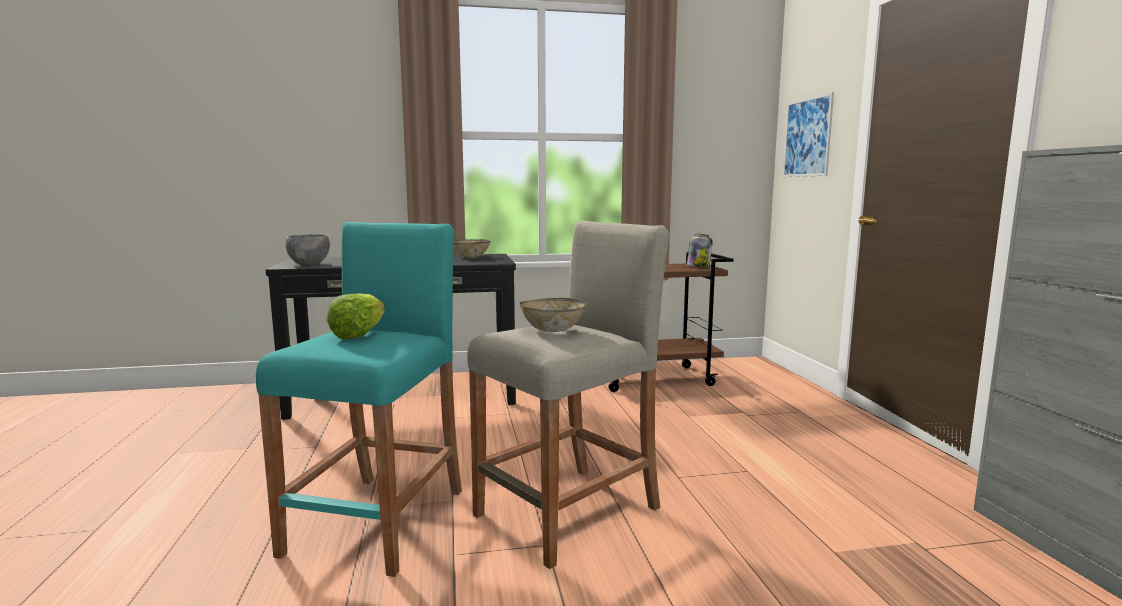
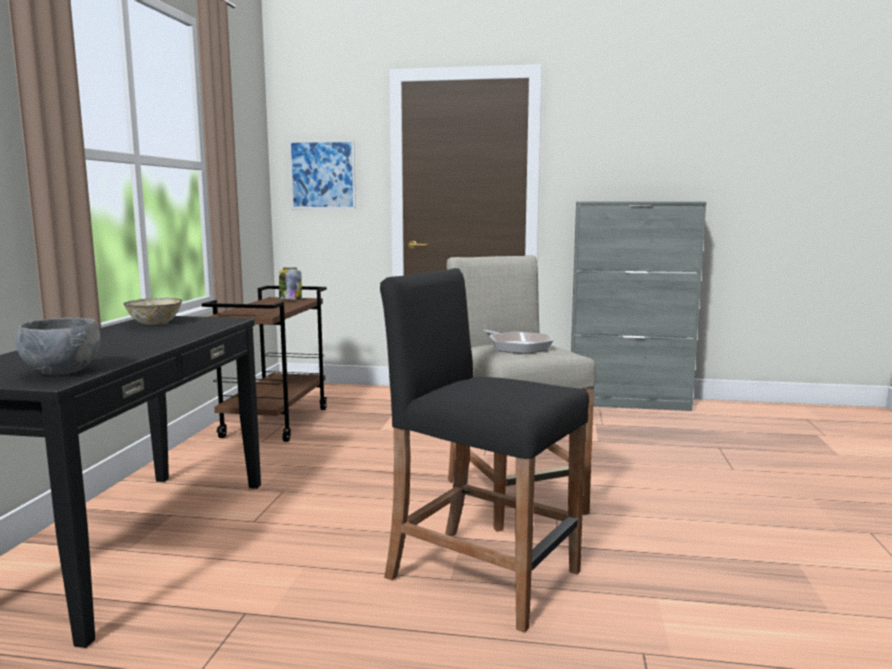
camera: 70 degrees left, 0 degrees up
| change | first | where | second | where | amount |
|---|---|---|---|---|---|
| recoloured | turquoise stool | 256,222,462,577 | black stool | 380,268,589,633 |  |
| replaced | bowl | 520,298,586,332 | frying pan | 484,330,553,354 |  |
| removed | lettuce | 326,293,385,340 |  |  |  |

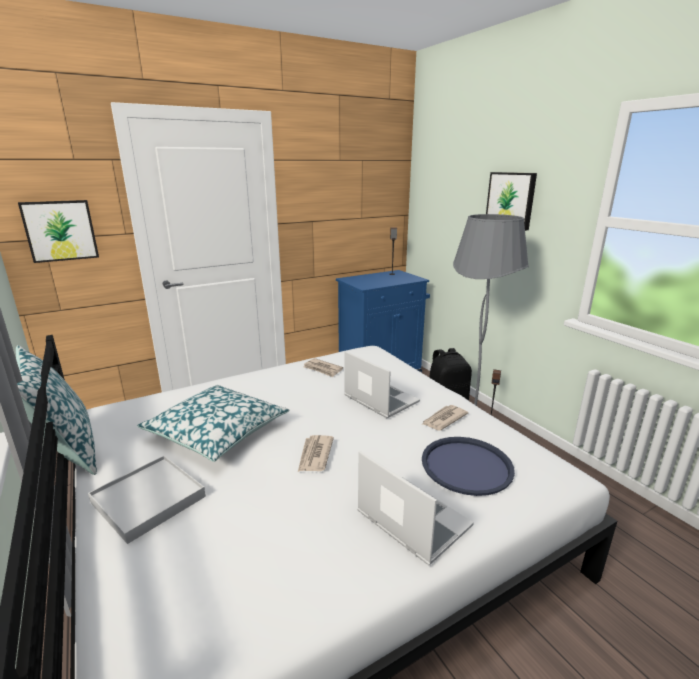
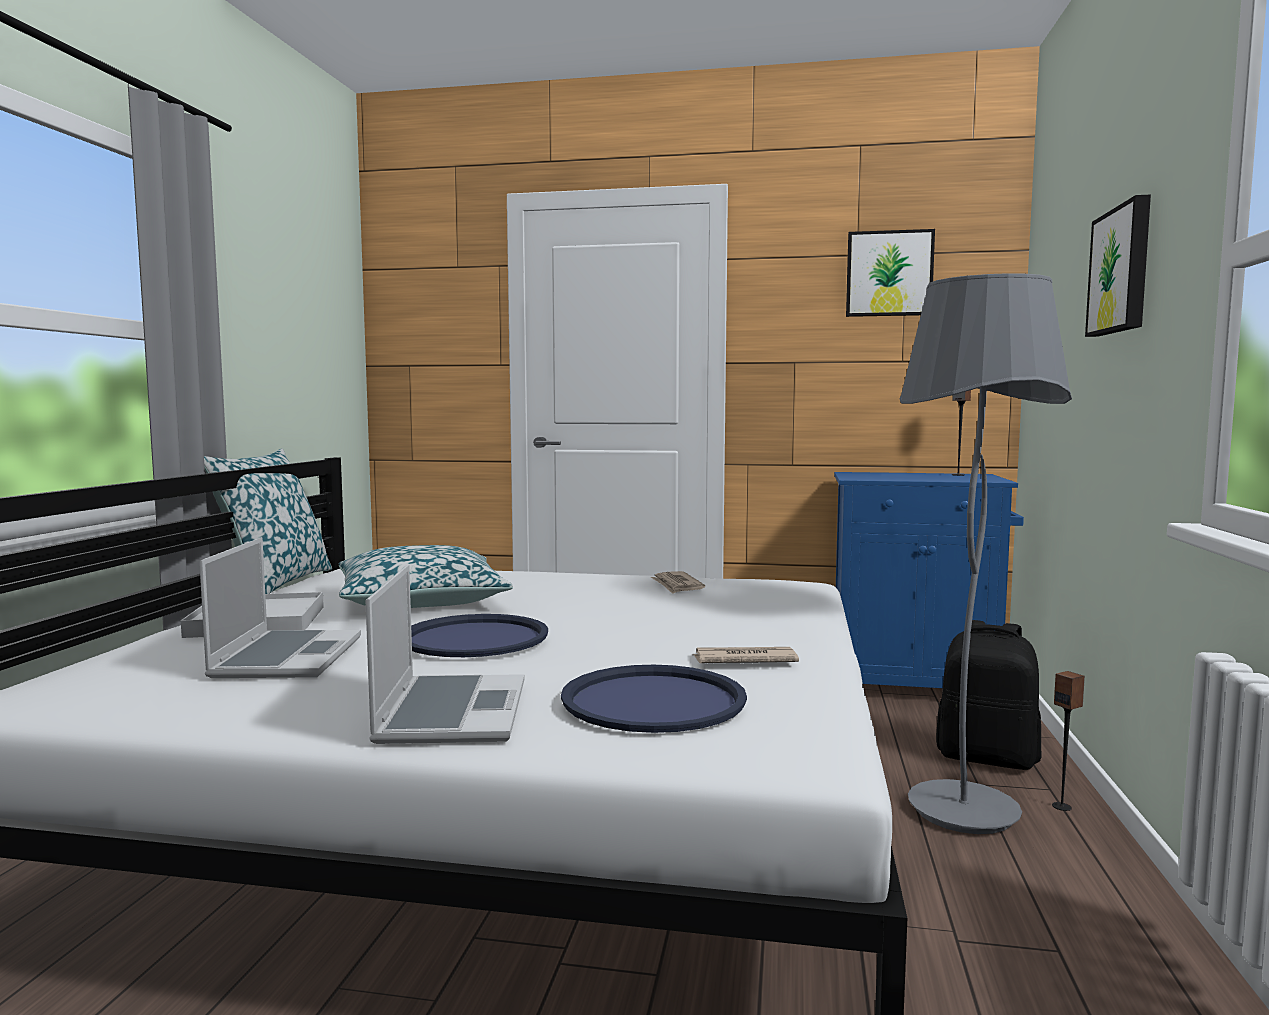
camera: 40 degrees right, 15 degrees down
| change | first | where | second | where | amount |
|---|---|---|---|---|---|
| moved | laptop | 344,351,420,418 |  | 199,537,361,678 |  |
| replaced | newspaper | 298,435,334,472 | blue tray | 411,614,548,657 |  |
| moved | picture | 18,200,99,263 |  | 846,229,935,317 |  |

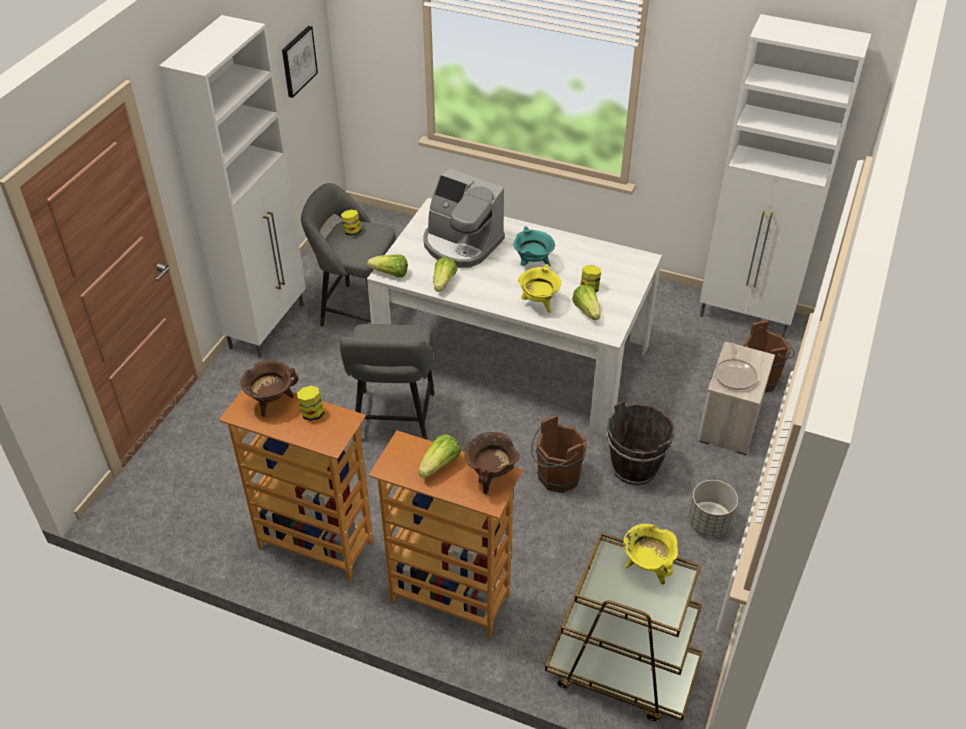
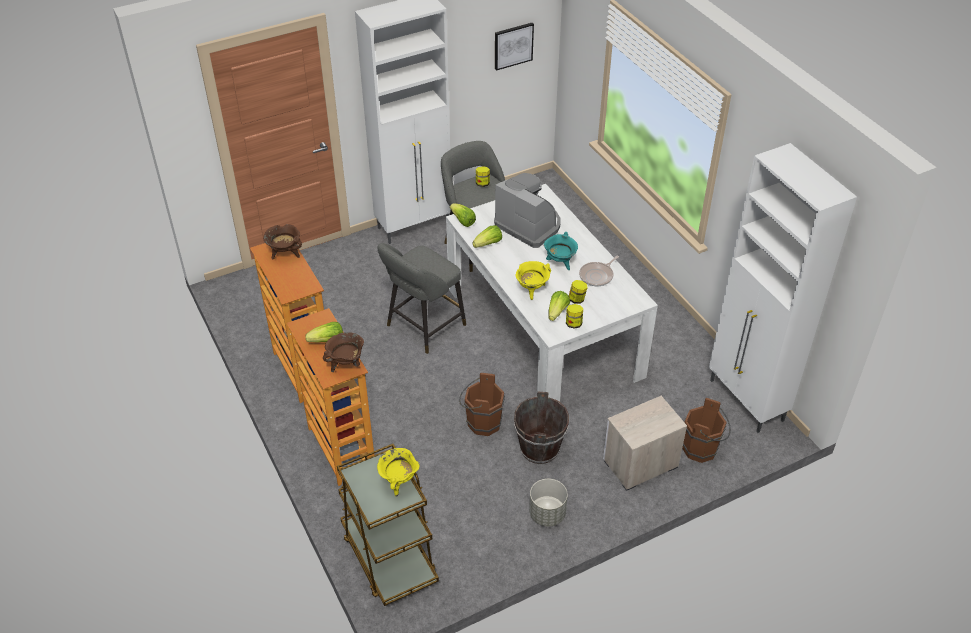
camera: 40 degrees right, 0 degrees up
| change | first | where | second | where | amount |
|---|---|---|---|---|---|
| turned | coffee machine | 423,168,505,268 |  | 494,173,560,248 | 150 degrees clockwise |
| moved | jar | 297,386,324,421 |  | 566,304,583,329 |  |
| moved | frying pan | 715,343,758,390 |  | 579,255,619,286 |  |

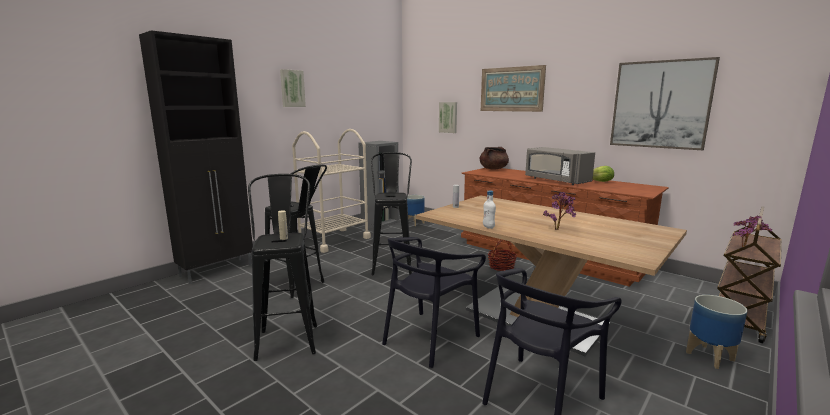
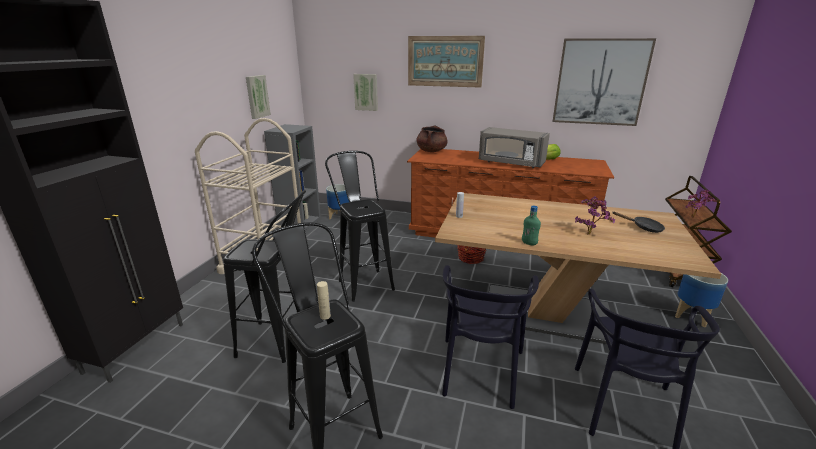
camera: 25 degrees left, 10 degrees up
| change | first | where | second | where | amount |
|---|---|---|---|---|---|
| moved | picture | 280,69,306,107 |  | 246,75,271,119 |  |
| recoloured | white bottle | 483,190,496,229 | green bottle | 522,206,541,246 |  |
| added |  |  | black frying pan | 613,212,665,233 |  |

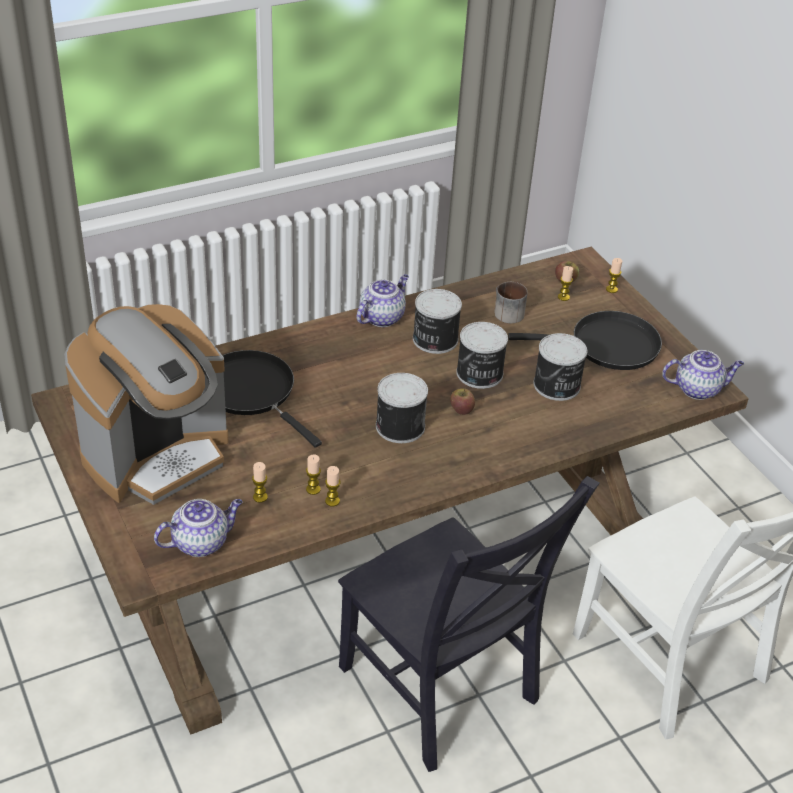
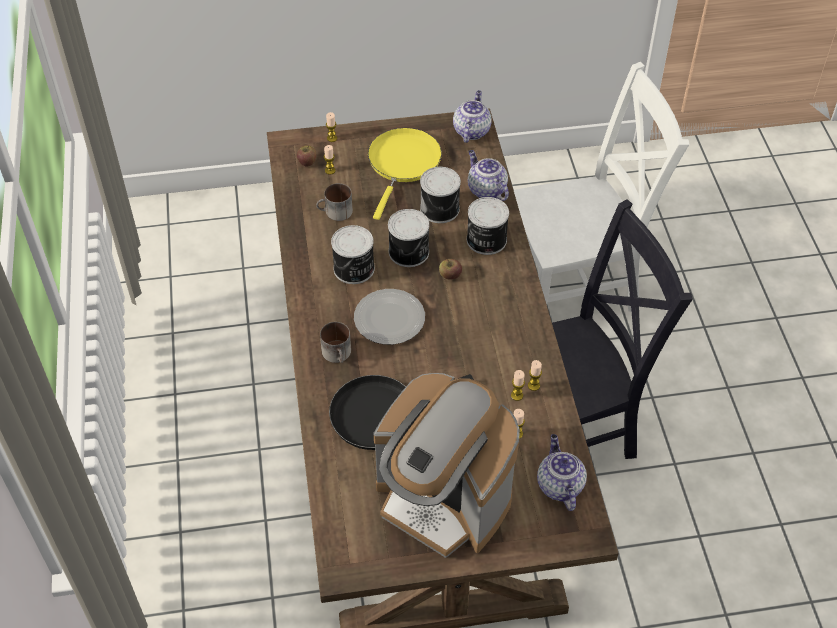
camera: 70 degrees left, 10 degrees up
| change | first | where | second | where | amount |
|---|---|---|---|---|---|
| added |  |  | mug | 320,322,351,363 |  |
| added |  |  | plate | 354,289,425,345 |  |
| recoloured | black frying pan | 508,311,662,370 | yellow frying pan | 368,128,442,220 |  |
| turned | coffee machine | 64,304,229,505 |  | 374,373,520,558 | 150 degrees clockwise |
| moved | can | 376,373,428,443 |  | 467,197,509,255 |  |
| moved | teapot | 357,274,409,327 |  | 468,150,509,201 |  |

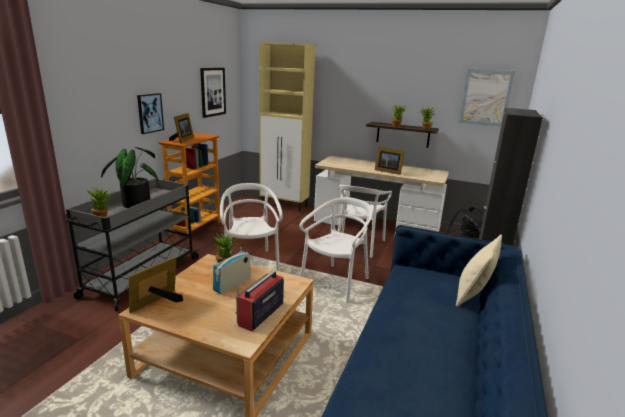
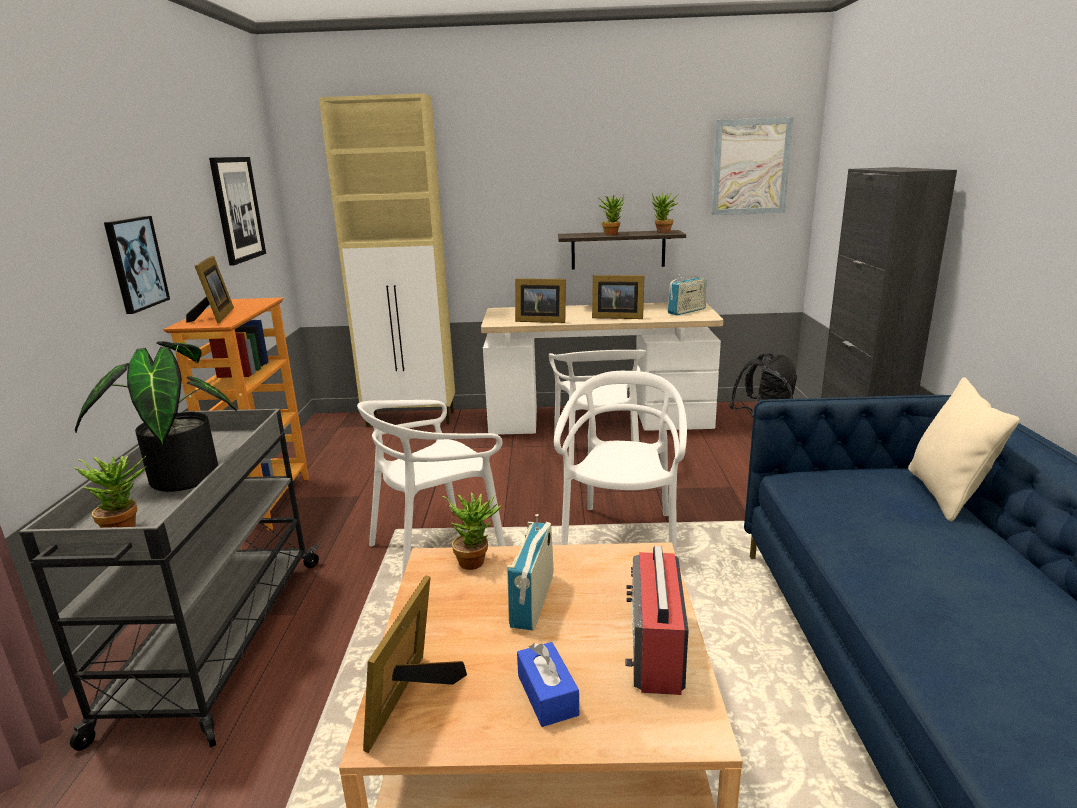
camera: 20 degrees left, 0 degrees up
| change | first | where | second | where | amount |
|---|---|---|---|---|---|
| turned | white chair | 220,183,283,271 |  | 357,400,505,578 | 90 degrees counterclockwise |
| added |  |  | picture frame | 515,278,566,323 |  |
| added |  |  | blue tissue box | 517,642,579,727 |  |
| added |  |  | radio | 668,275,706,315 |  |

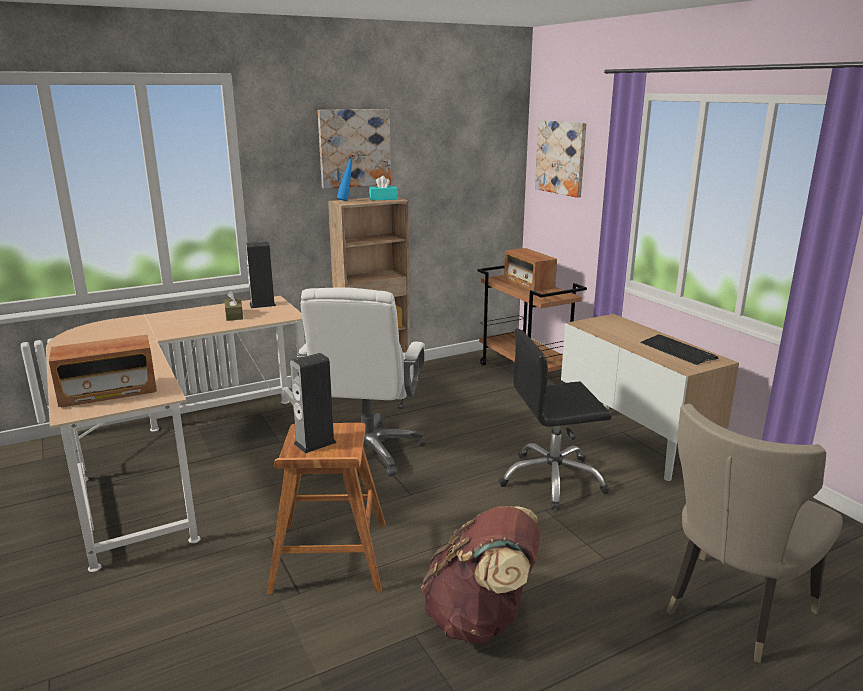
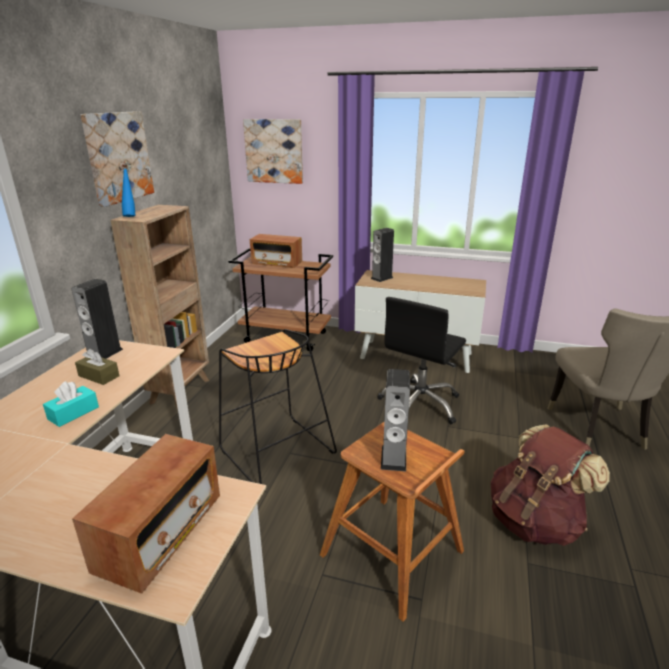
camera: 45 degrees left, 5 degrees up
| change | first | where | second | where | amount |
|---|---|---|---|---|---|
| moved | turquoise tissue box | 369,176,398,201 |  | 43,381,99,427 |  |
| replaced | white office chair | 297,287,426,477 | black stool | 219,329,337,484 |  |
| added |  |  | speaker | 371,228,394,282 |  |
| removed | keyboard | 641,334,719,365 |  |  |  |

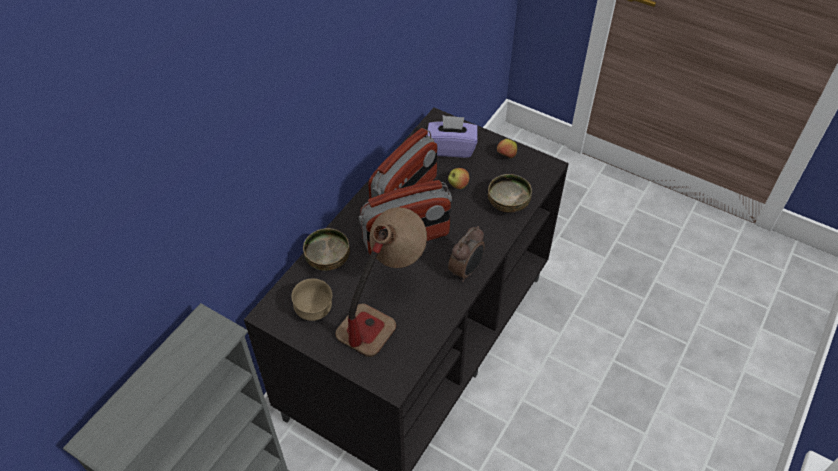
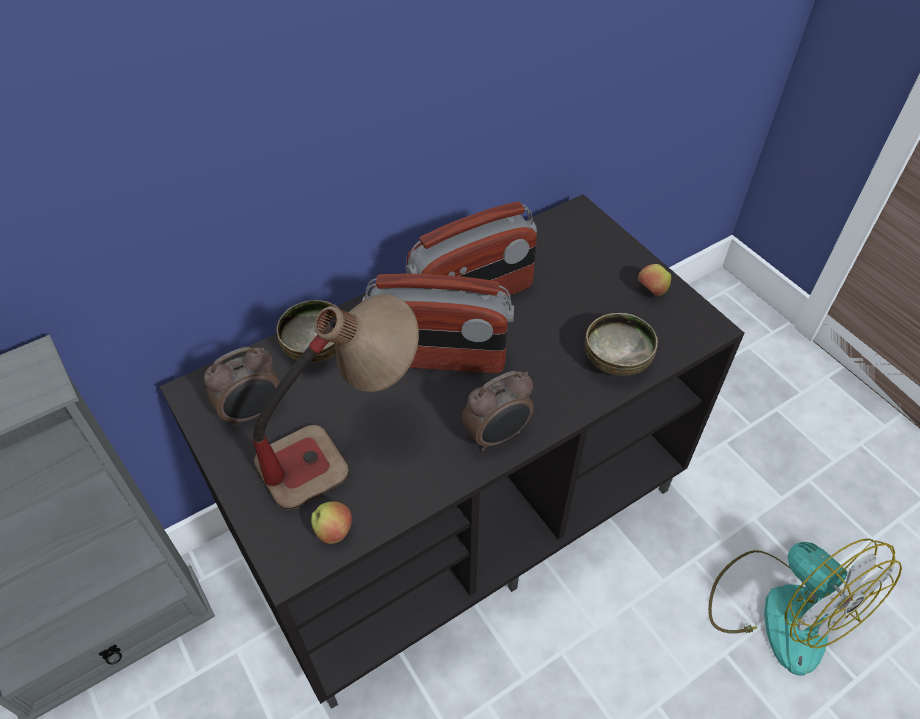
camera: 25 degrees right, 0 degrees up
| change | first | where | second | where | amount |
|---|---|---|---|---|---|
| replaced | brown bowl | 291,278,332,321 | alarm clock | 204,347,279,427 |  |
| moved | apple | 448,168,470,189 |  | 311,501,352,544 |  |
| added |  |  | fan | 708,539,902,676 |  |
| removed | purple tissue box | 426,115,478,158 |  |  |  |

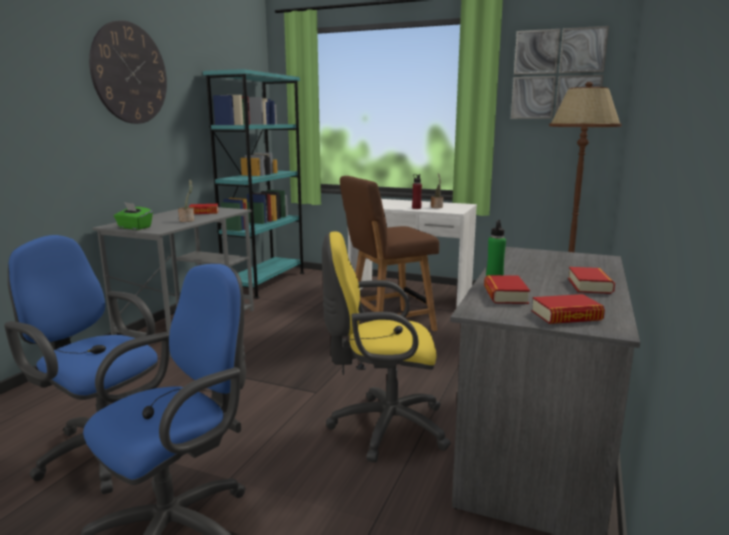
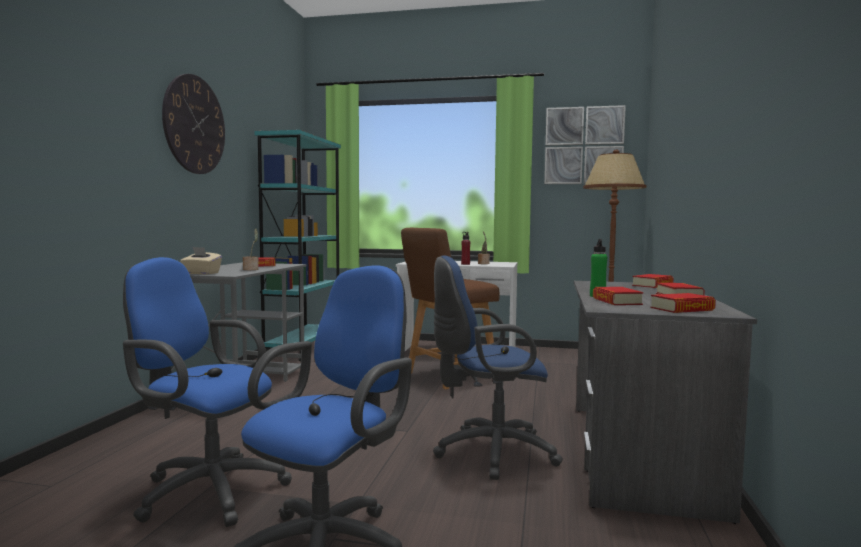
camera: 10 degrees left, 10 degrees down
| change | first | where | second | where | amount |
|---|---|---|---|---|---|
| recoloured | green tissue box | 114,202,153,230 | beige tissue box | 180,247,222,275 |  |
| recoloured | yellow office chair | 322,231,451,463 | blue office chair | 433,255,563,480 |  |
| added |  |  | book | 632,274,673,288 |  |

